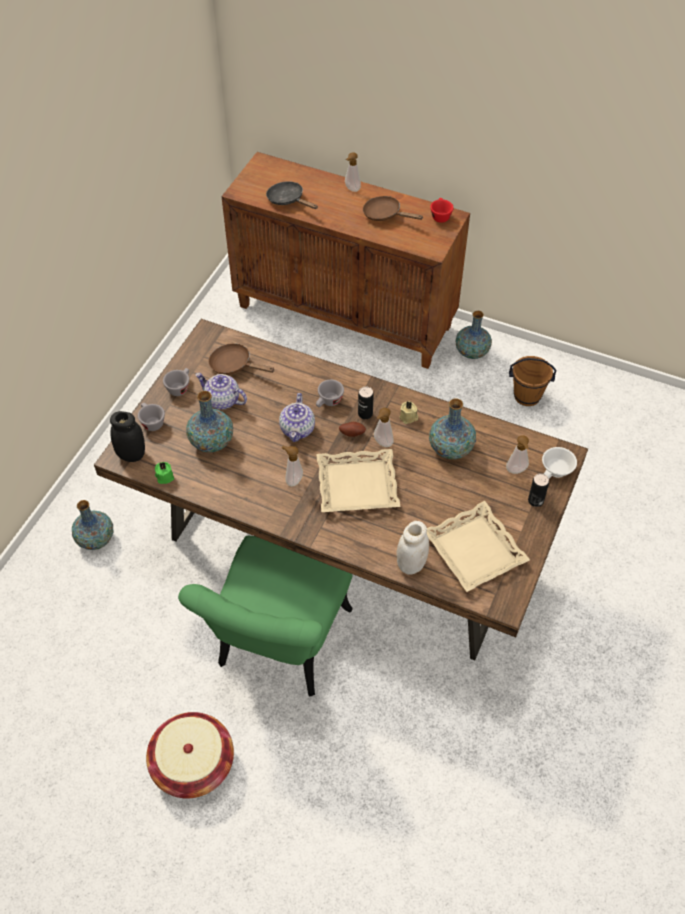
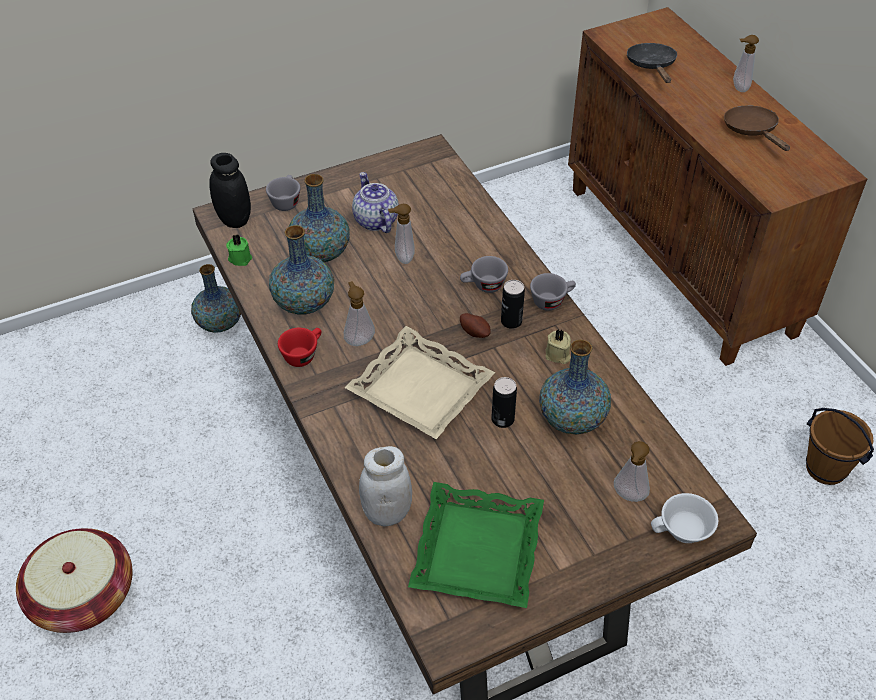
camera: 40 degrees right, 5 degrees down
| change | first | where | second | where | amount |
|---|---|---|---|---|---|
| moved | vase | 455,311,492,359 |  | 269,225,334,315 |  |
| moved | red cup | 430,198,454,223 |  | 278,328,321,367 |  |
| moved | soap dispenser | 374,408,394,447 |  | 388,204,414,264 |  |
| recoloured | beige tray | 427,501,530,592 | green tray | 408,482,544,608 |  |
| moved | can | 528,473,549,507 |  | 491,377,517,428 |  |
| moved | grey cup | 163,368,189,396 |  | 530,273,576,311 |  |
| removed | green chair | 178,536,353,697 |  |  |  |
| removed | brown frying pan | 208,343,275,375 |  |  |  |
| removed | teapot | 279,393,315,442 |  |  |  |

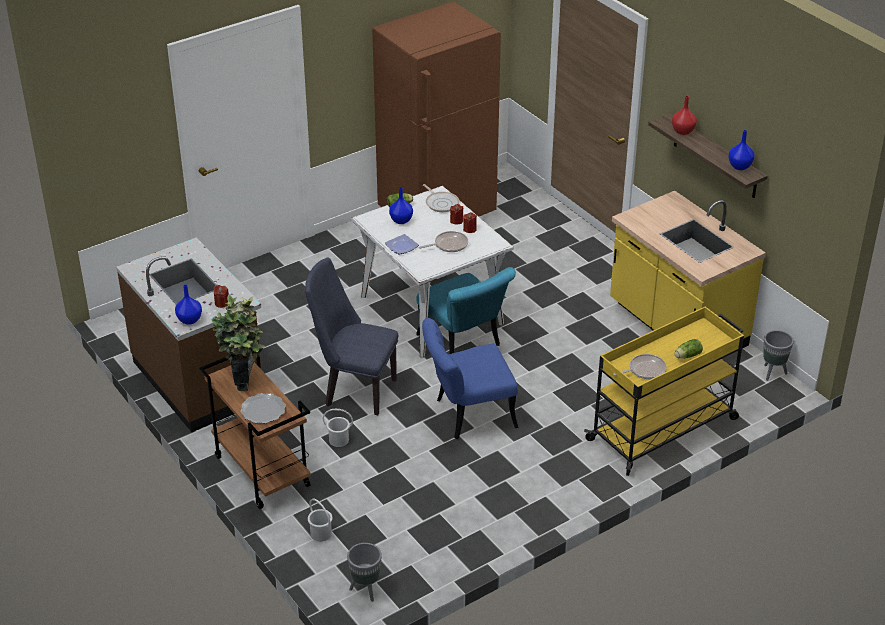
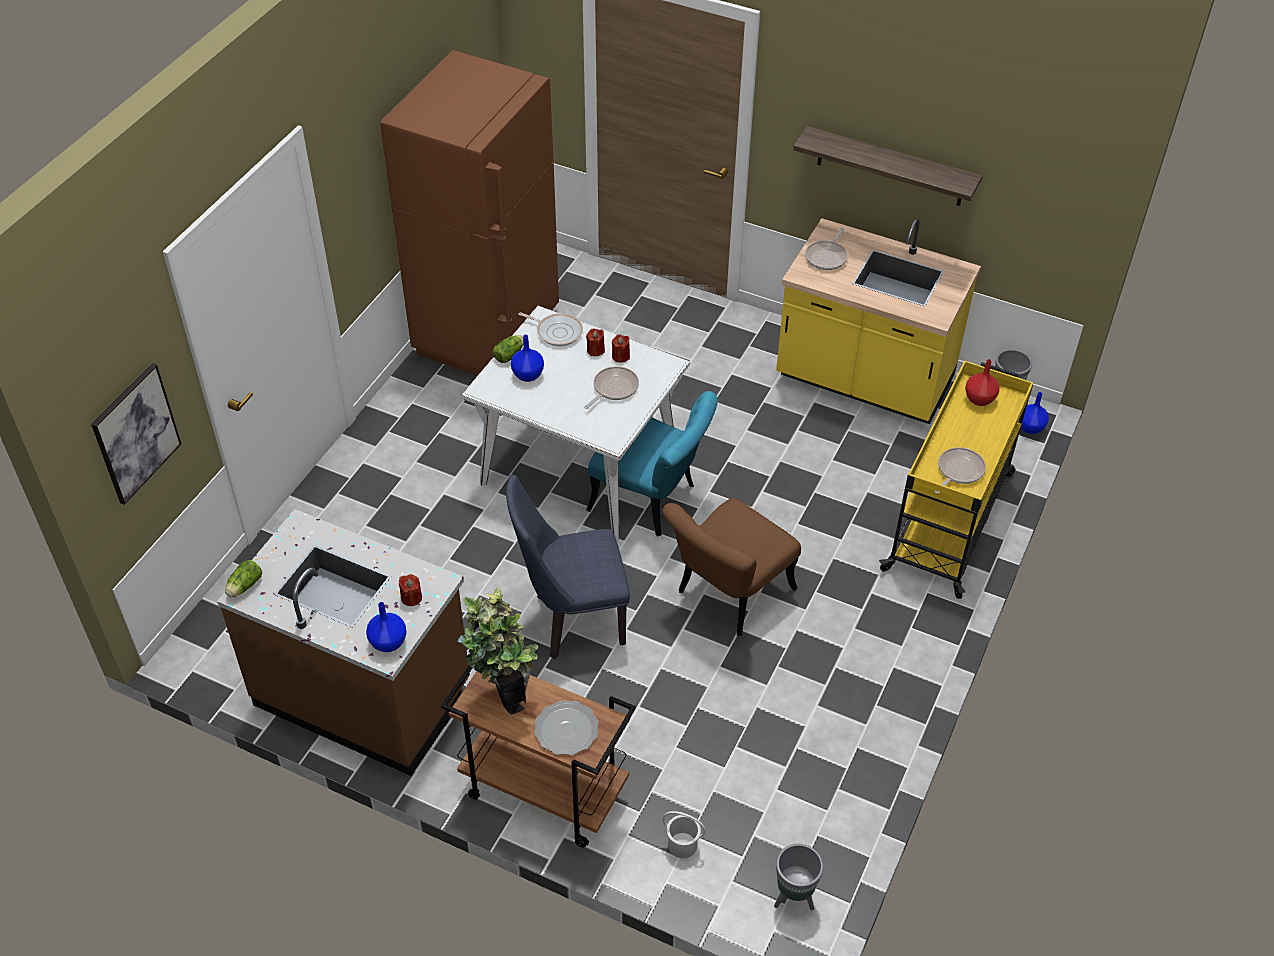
camera: 30 degrees left, 10 degrees up
| change | first | where | second | where | amount |
|---|---|---|---|---|---|
| added |  |  | picture | 91,363,181,505 |  |
| moved | lettuce | 674,339,703,359 |  | 225,560,262,597 |  |
| recoloured | blue chair | 422,318,519,439 | brown chair | 662,497,801,636 |  |
| added |  |  | frying pan | 805,228,848,270 |  |
| moved | red vase | 672,96,697,135 |  | 965,359,999,406 |  |
| moved | blue vase | 729,130,755,170 |  | 1021,392,1049,434 |  |
| removed | white bucket | 323,409,353,447 |  |  |  |
| removed | plate | 385,234,419,255 |  |  |  |

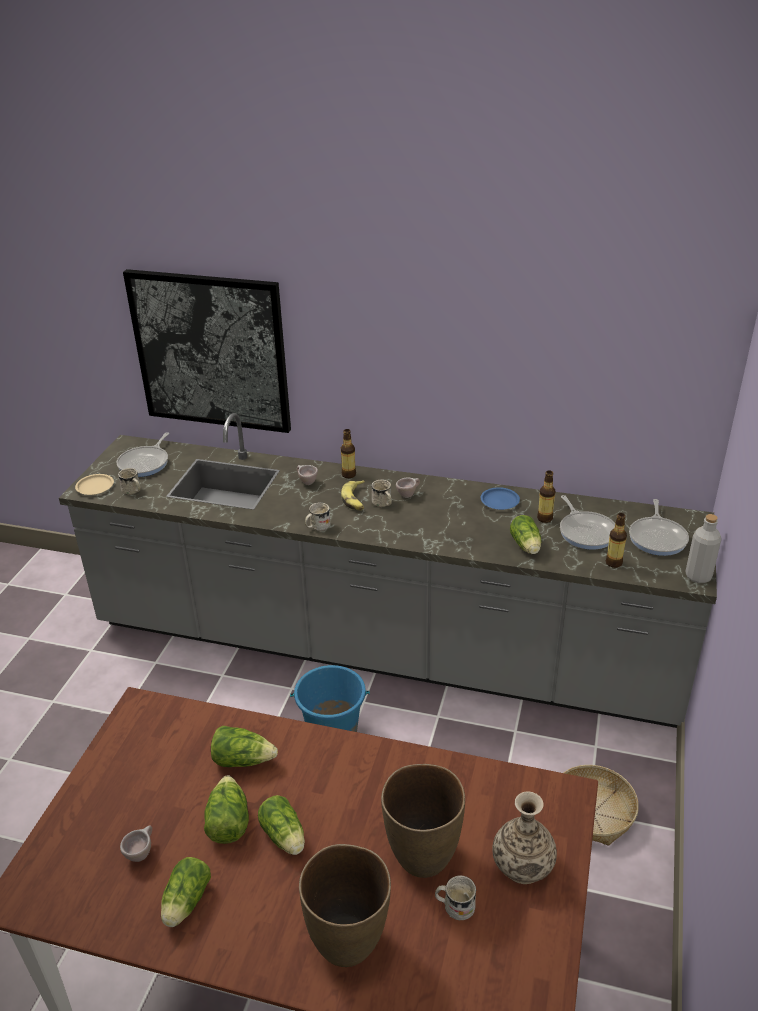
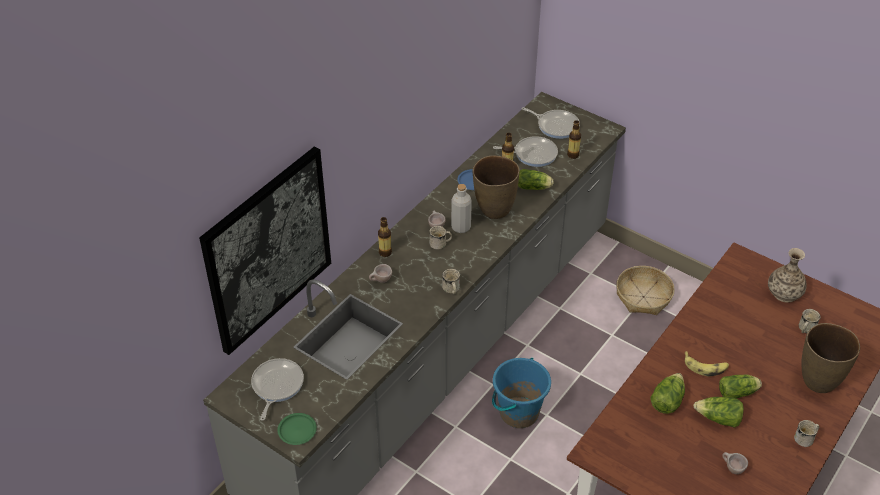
camera: 70 degrees left, 10 degrees up
| change | first | where | second | where | amount |
|---|---|---|---|---|---|
| turned | frying pan | 117,432,169,477 |  | 251,358,304,420 | 120 degrees counterclockwise |
| recoloured | beige plate | 75,474,114,495 | green plate | 278,413,317,445 |  |
| moved | grey bottle | 685,514,721,583 |  | 451,184,472,233 |  |
| moved | brown vase | 381,764,465,878 |  | 473,155,520,219 |  |
| moved | banana | 341,480,365,510 |  | 684,351,729,377 |  |
| moved | white mug | 118,468,141,495 |  | 794,420,819,447 |  |
| removed | lettuce | 161,857,211,927 |  |  |  |

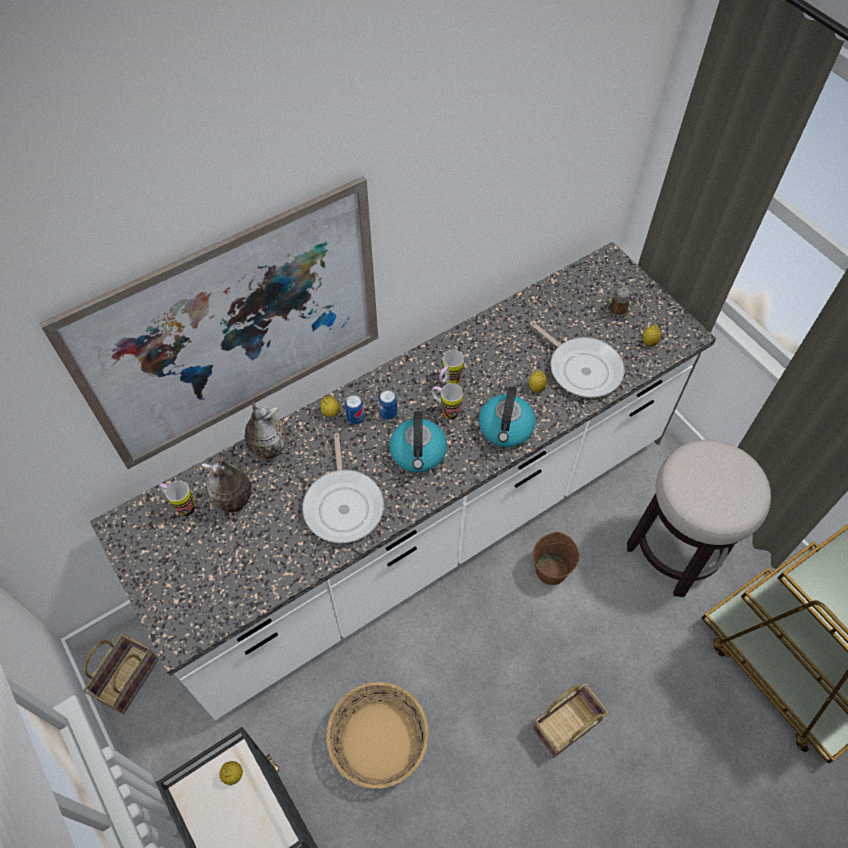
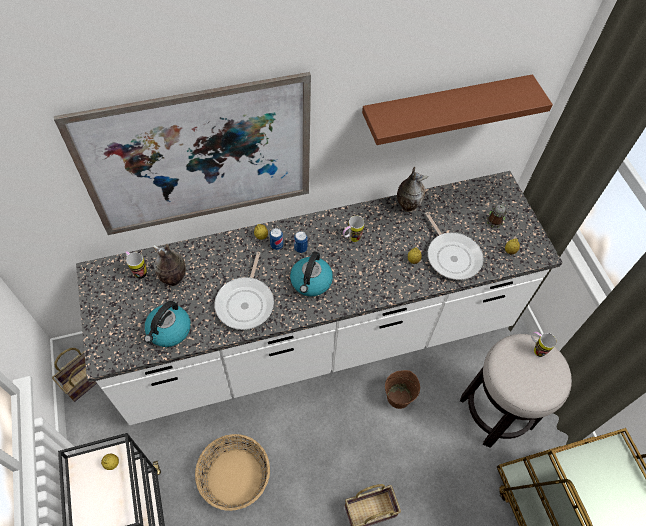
camera: 15 degrees right, 0 degrees up
| change | first | where | second | where | amount |
|---|---|---|---|---|---|
| moved | kettle | 478,387,535,447 |  | 144,301,191,347 |  |
| added |  |  | brown shelf | 362,74,553,145 |  |
| moved | vase | 245,402,286,460 |  | 397,167,428,212 |  |
| moved | mug | 432,383,463,419 |  | 531,332,557,357 |  |

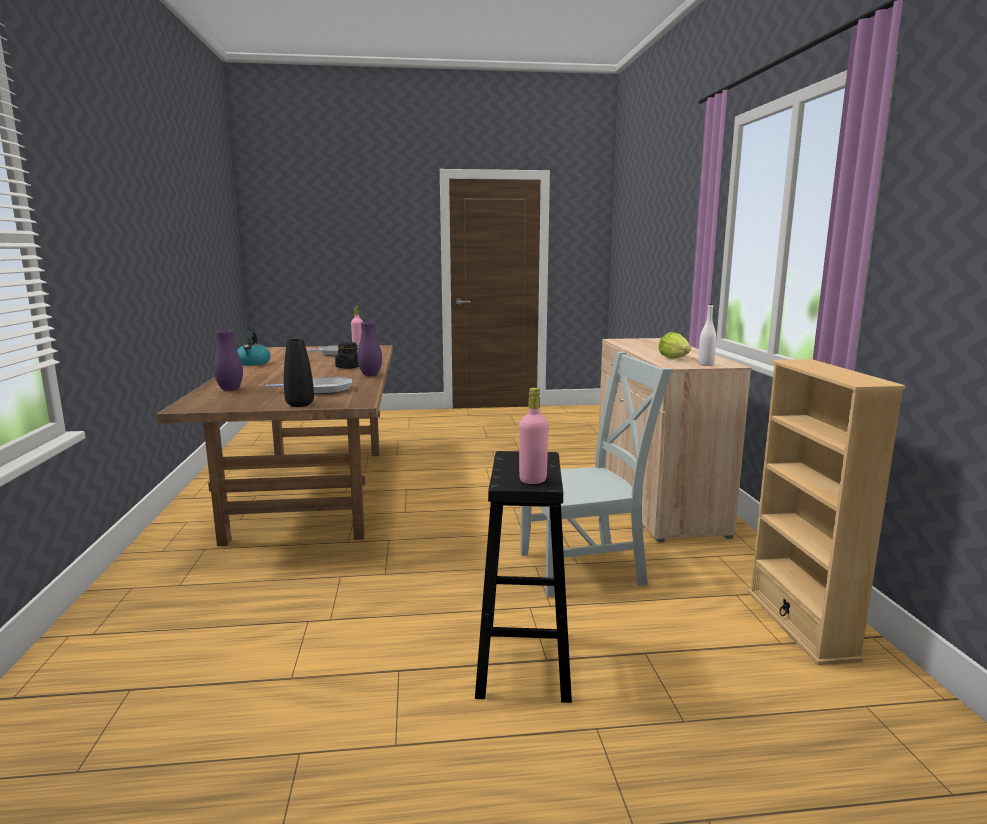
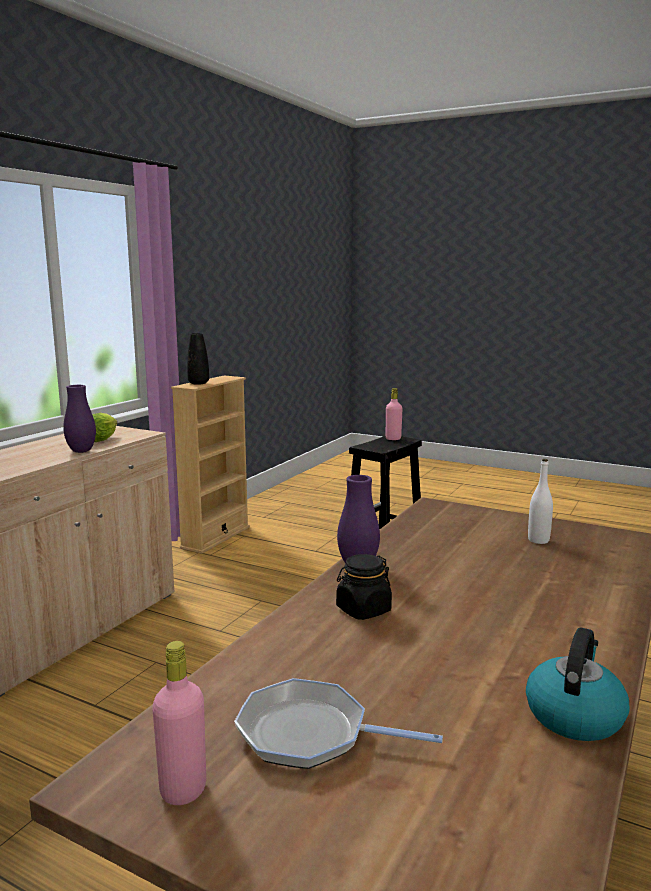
camera: 145 degrees left, 0 degrees up
| change | first | where | second | where | amount |
|---|---|---|---|---|---|
| moved | purple vase | 214,330,243,391 |  | 63,385,96,453 |  |
| moved | black vase | 284,339,314,407 |  | 187,333,209,385 |  |
| moved | white bottle | 698,304,716,366 |  | 528,459,553,544 |  |
| removed | frying pan | 266,377,352,394 |  |  |  |
| removed | grey chair | 520,352,673,597 |  |  |  |

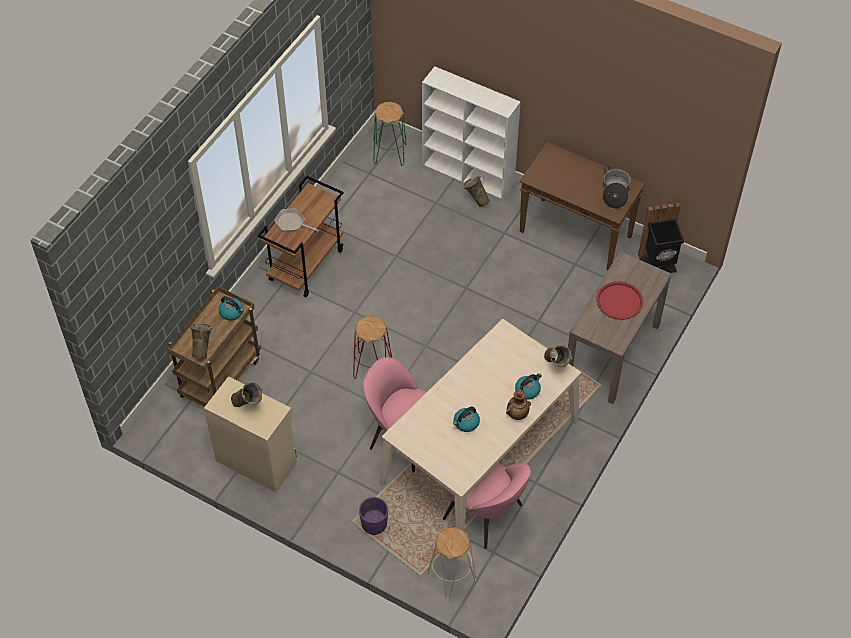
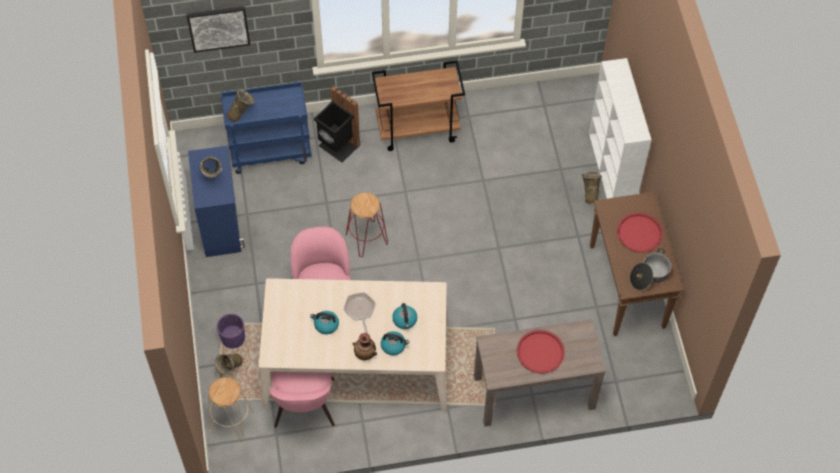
camera: 50 degrees right, 5 degrees up
| change | first | where | second | where | amount |
|---|---|---|---|---|---|
| added |  |  | picture | 186,6,250,53 |  |
| recoloured | beige cabinet | 204,376,297,492 | blue cabinet | 188,146,245,257 |  |
| moved | beige vase | 544,345,573,368 |  | 215,354,243,375 |  |
| recoloured | brown cart | 167,286,261,407 | blue cart | 221,81,312,174 |  |
| moved | black trash can | 638,203,684,273 |  | 314,86,360,163 |  |
| moved | frying pan | 274,209,319,232 |  | 344,292,376,333 |  |
| moved | kettle | 219,296,244,321 |  | 392,303,417,329 |  |
| added |  |  | red tray | 617,212,663,253 |  |
| removed | green stool | 373,102,407,166 |  |  |  |

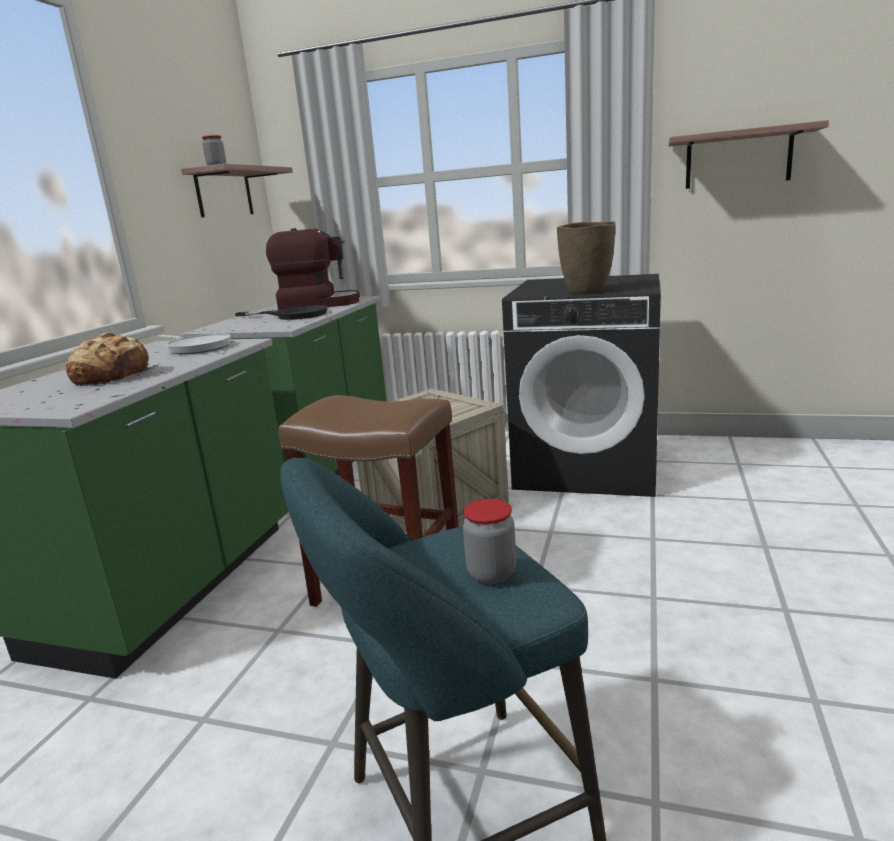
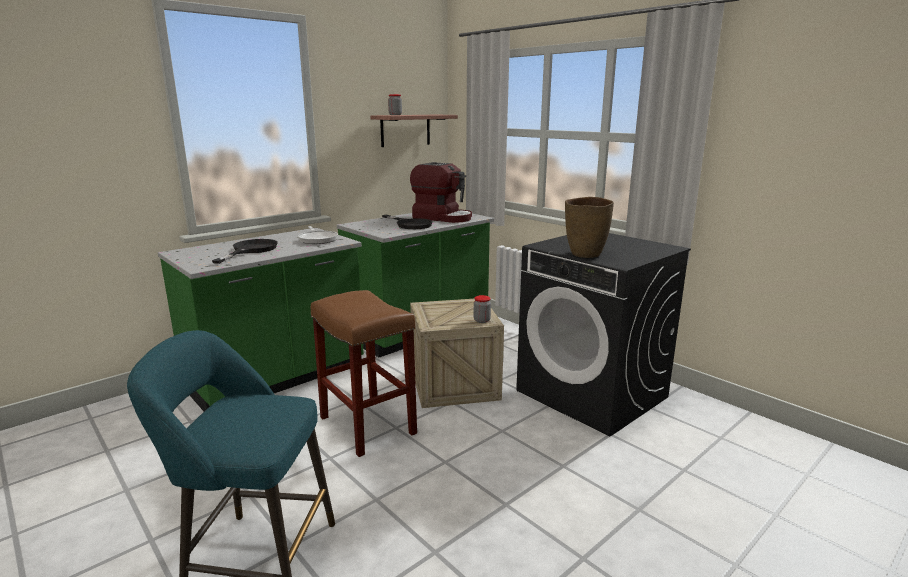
camera: 30 degrees right, 0 degrees up
| change | first | where | second | where | amount |
|---|---|---|---|---|---|
| replaced | bread | 66,332,158,386 | black frying pan | 212,239,278,264 |  |
| moved | jar | 463,499,516,584 |  | 474,295,491,323 |  |
| removed | shelf | 669,120,829,189 |  |  |  |

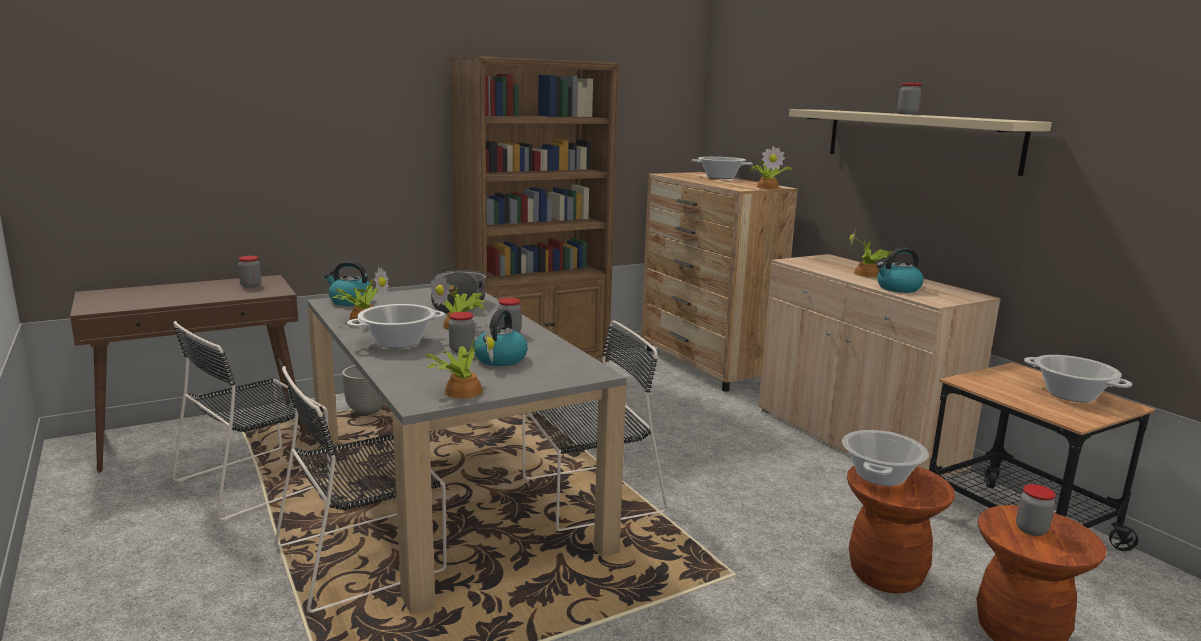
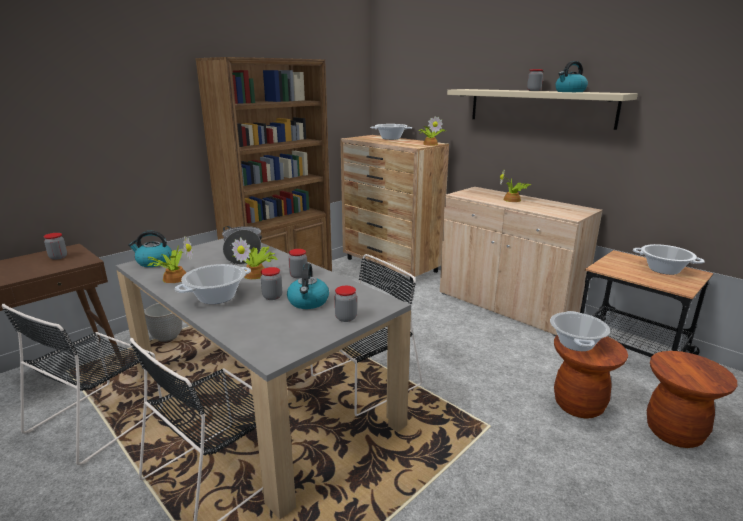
camera: 15 degrees left, 5 degrees up
| change | first | where | second | where | amount |
|---|---|---|---|---|---|
| moved | jar | 1016,484,1056,536 |  | 335,286,357,322 |  |
| moved | kettle | 876,247,924,293 |  | 555,61,588,92 |  |
| removed | potted plant | 426,324,495,398 |  |  |  |

